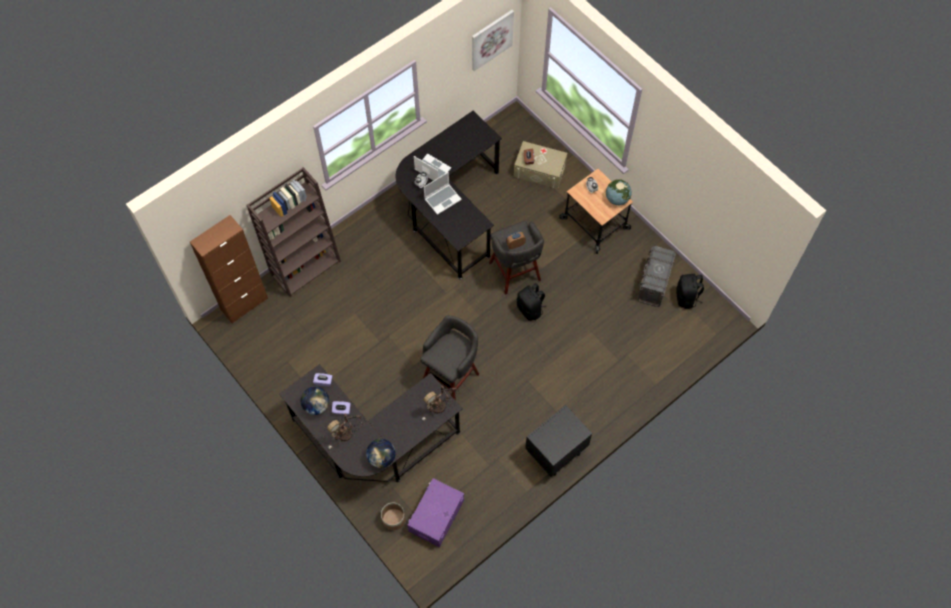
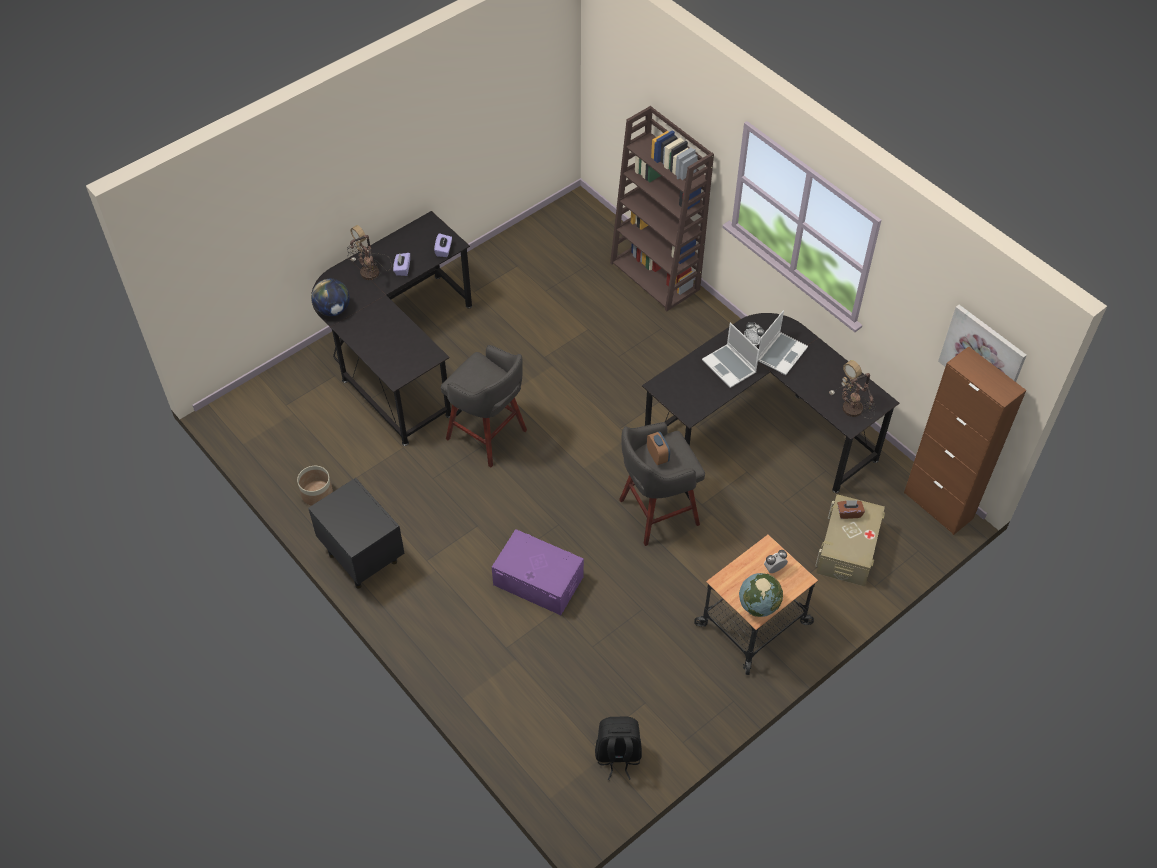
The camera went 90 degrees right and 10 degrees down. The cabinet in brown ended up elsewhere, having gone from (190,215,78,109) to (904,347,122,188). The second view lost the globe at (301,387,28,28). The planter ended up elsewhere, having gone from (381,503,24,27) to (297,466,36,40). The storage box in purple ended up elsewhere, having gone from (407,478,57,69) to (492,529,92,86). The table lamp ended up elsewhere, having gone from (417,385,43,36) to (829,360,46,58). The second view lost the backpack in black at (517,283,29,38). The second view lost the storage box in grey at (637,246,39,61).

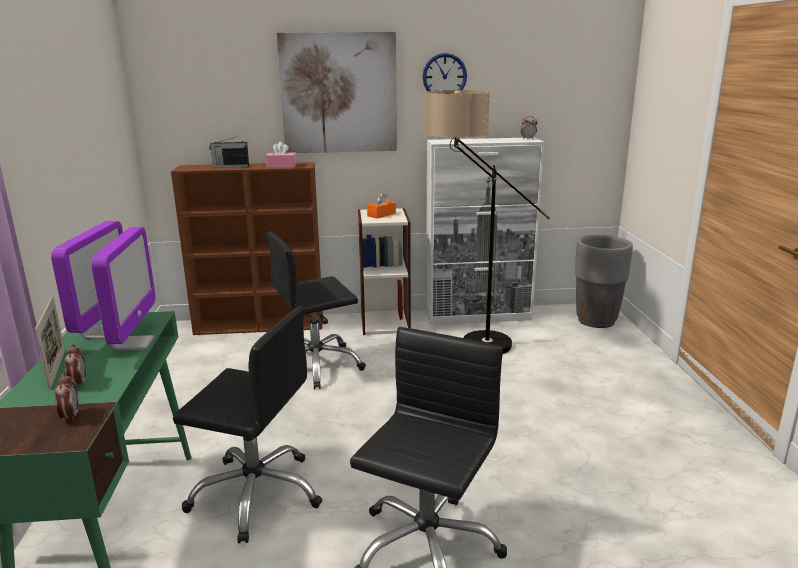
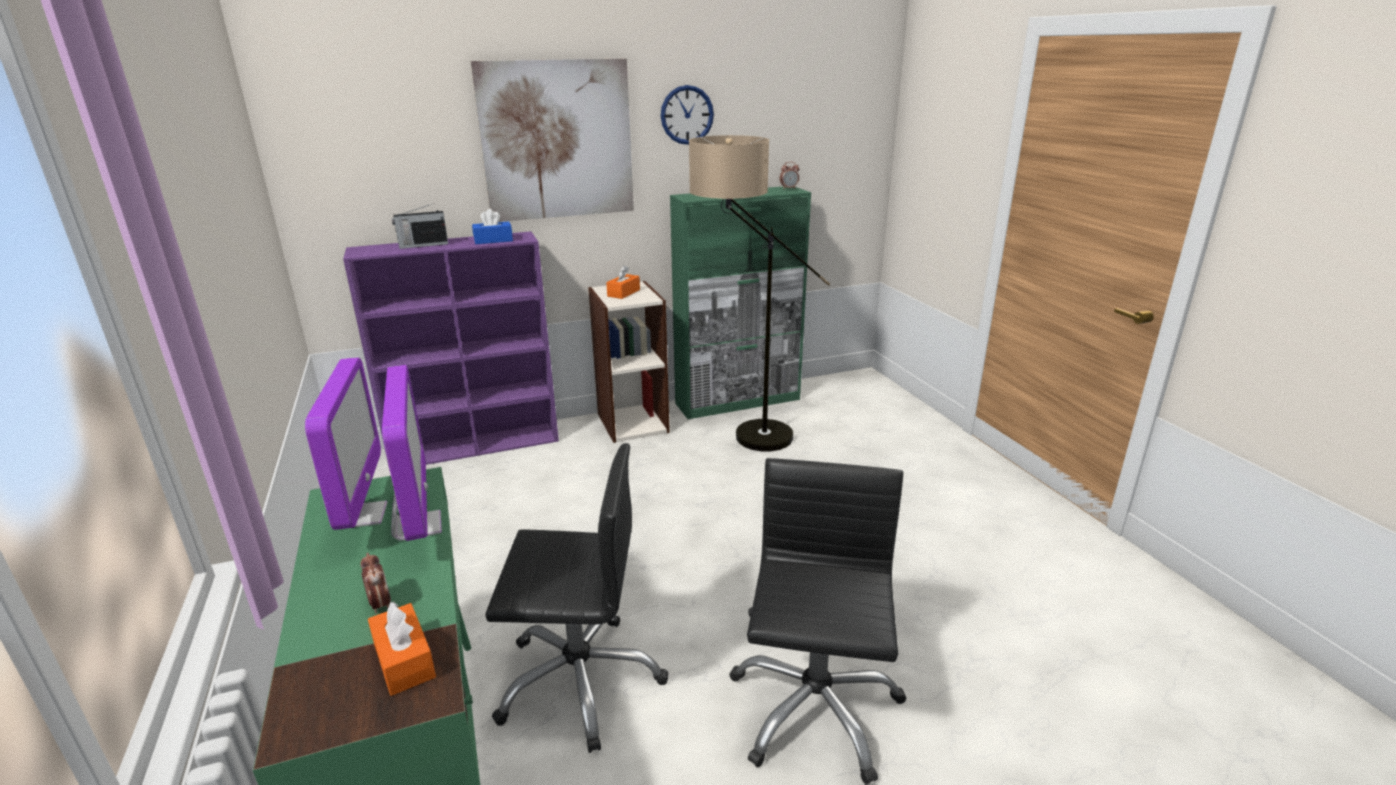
The camera went 15 degrees left and 5 degrees up. The second view lost the picture frame at (35,296,30,94). Where the alarm clock stood at (55,373,24,49), the tissue box in orange came to stand at (368,601,68,95). What was the bookcase in brown at (171,162,152,173) turned into the bookcase in purple at (343,231,216,240). What was the tissue box in pink at (266,142,30,26) turned into the tissue box in blue at (472,209,41,35). The second view lost the office chair in black at (267,232,99,157). What was the cabinet in white at (426,137,119,188) turned into the cabinet in green at (670,186,141,233). The second view lost the planter in grey at (575,235,58,93).

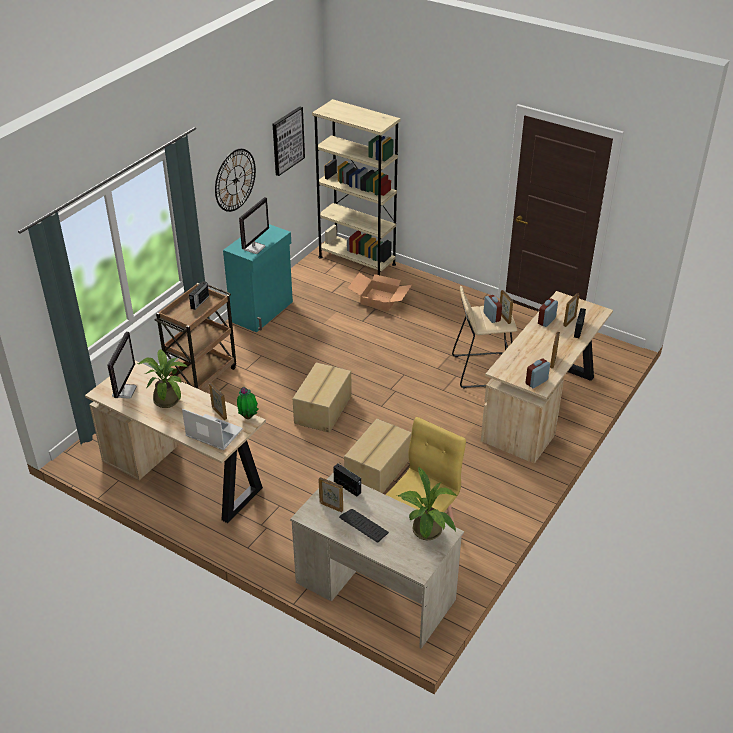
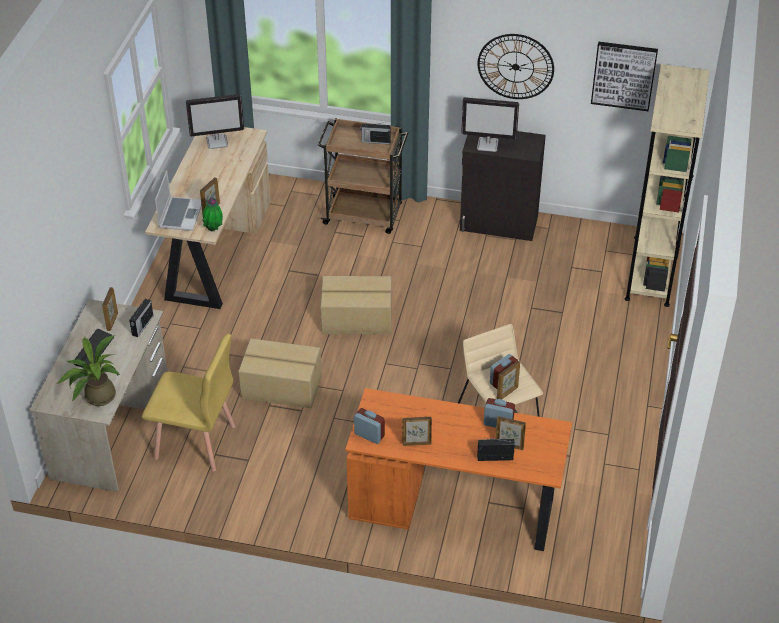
The camera went 70 degrees right and 5 degrees up. The second view lost the potted plant at (138,349,50,59). What was the cabinet in turquoise at (223,224,70,108) turned into the cabinet in black at (460,131,86,110). The second view lost the cardboard box at (348,273,64,38). What was the desk in beige at (481,291,132,173) turned into the desk in orange at (345,388,227,163).

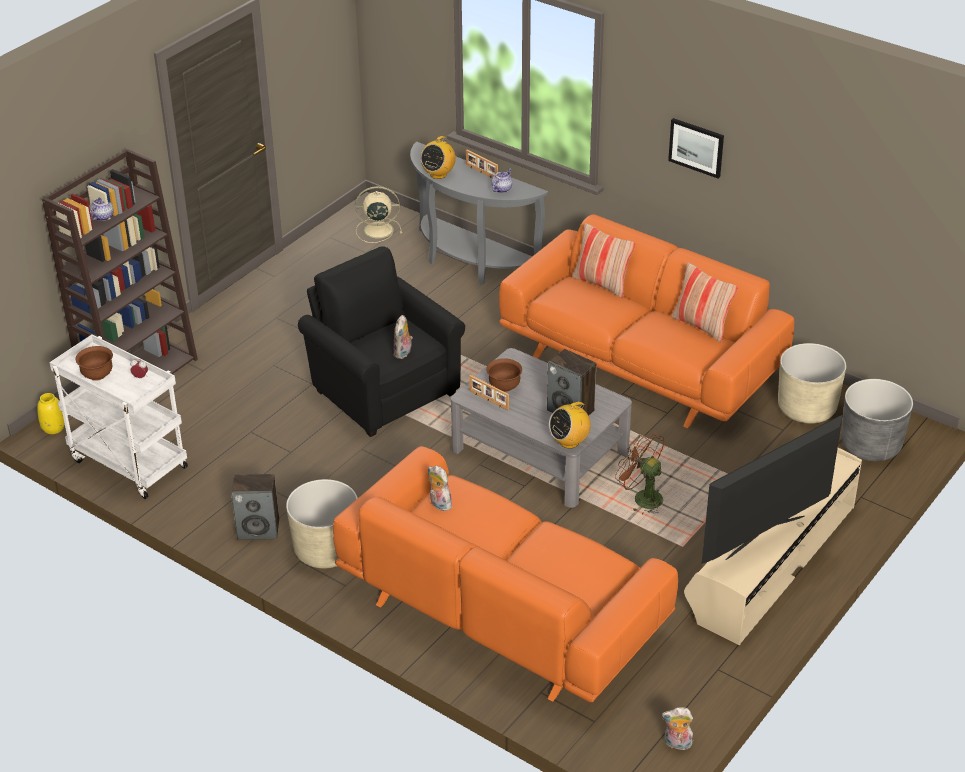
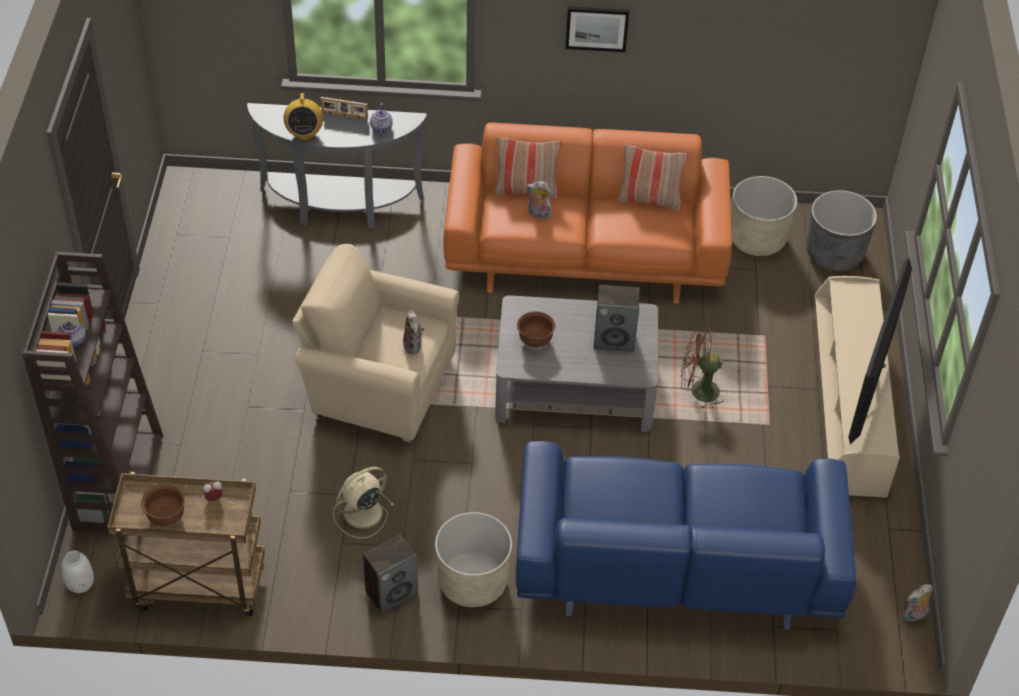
The camera went 35 degrees left and 10 degrees up. What was the vase in yellow at (37,393,28,41) turned into the vase in white at (61,551,33,42). What was the cart in white at (49,334,139,165) turned into the cart in brown at (107,472,158,144). What was the armchair in black at (298,246,167,191) turned into the armchair in beige at (292,244,167,198). What was the sofa in orange at (333,446,345,256) turned into the sofa in blue at (516,441,340,189). The fan in beige ended up elsewhere, having gone from (355,186,47,57) to (333,467,61,71). The plush toy ended up elsewhere, having gone from (428,465,24,46) to (526,181,25,38). The second view lost the picture frame at (469,375,40,35). The second view lost the radio at (549,398,42,51).

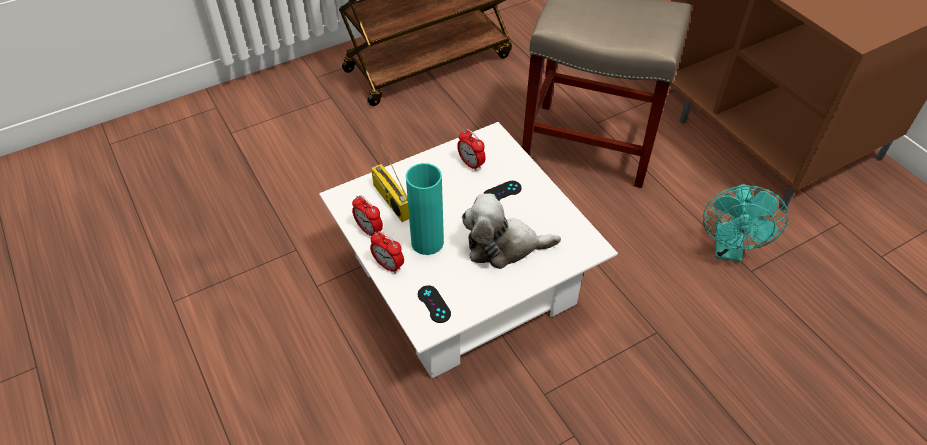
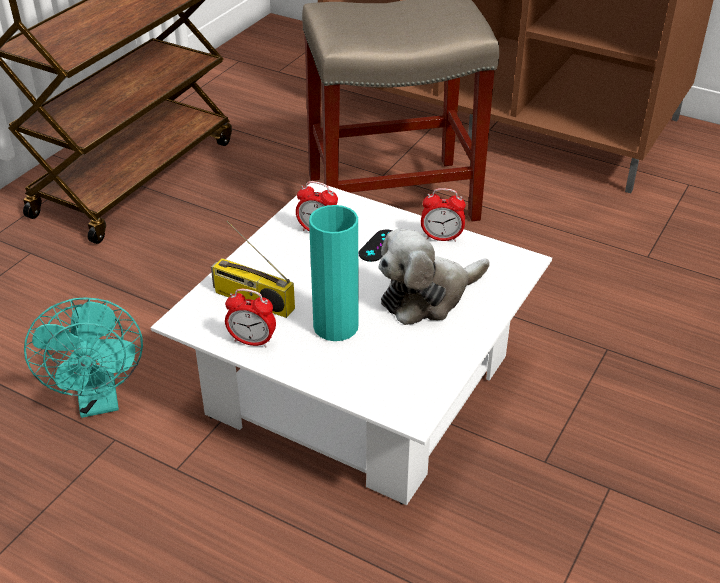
The camera went 30 degrees left and 10 degrees down. The alarm clock ended up elsewhere, having gone from (370,231,34,43) to (421,188,45,54). The second view lost the game controller in black at (418,285,33,38). The fan in turquoise ended up elsewhere, having gone from (703,184,85,78) to (24,297,119,121).

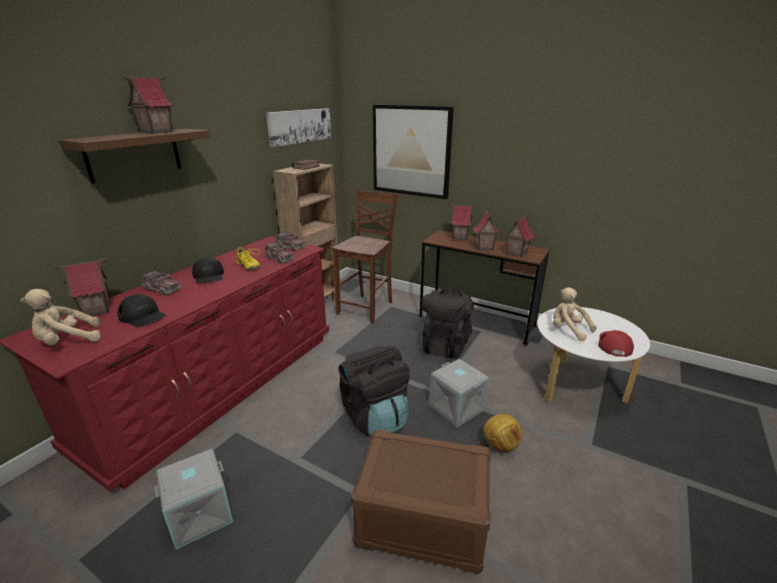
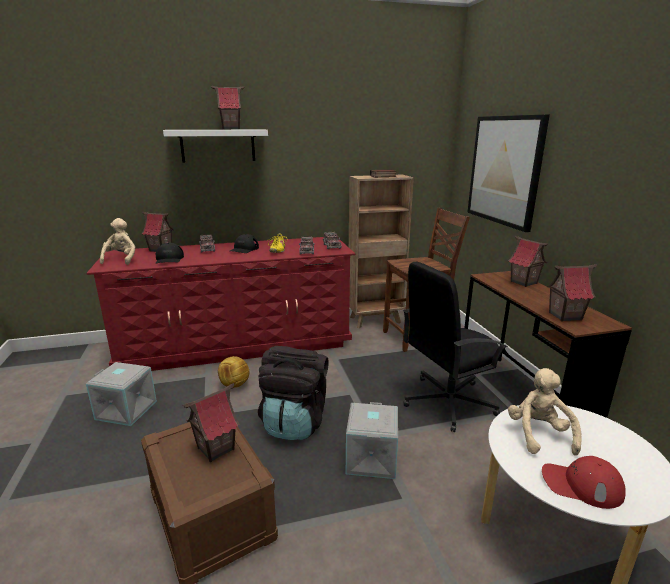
The camera went 45 degrees right and 5 degrees down. The plush toy in beige at (20,289,81,56) ended up facing another way, 75 degrees clockwise from before. What was the shelf in brown at (59,129,151,55) turned into the shelf in white at (163,130,105,32). The second view lost the picture at (266,108,65,39). Where the backpack in black stood at (422,287,52,72), the office chair in black came to stand at (403,262,105,170). The toy house ended up elsewhere, having gone from (473,209,27,42) to (183,383,57,79). The football ended up elsewhere, having gone from (484,414,38,38) to (218,356,31,32). The cap in red at (598,330,36,27) ended up facing another way, 135 degrees counterclockwise from before.

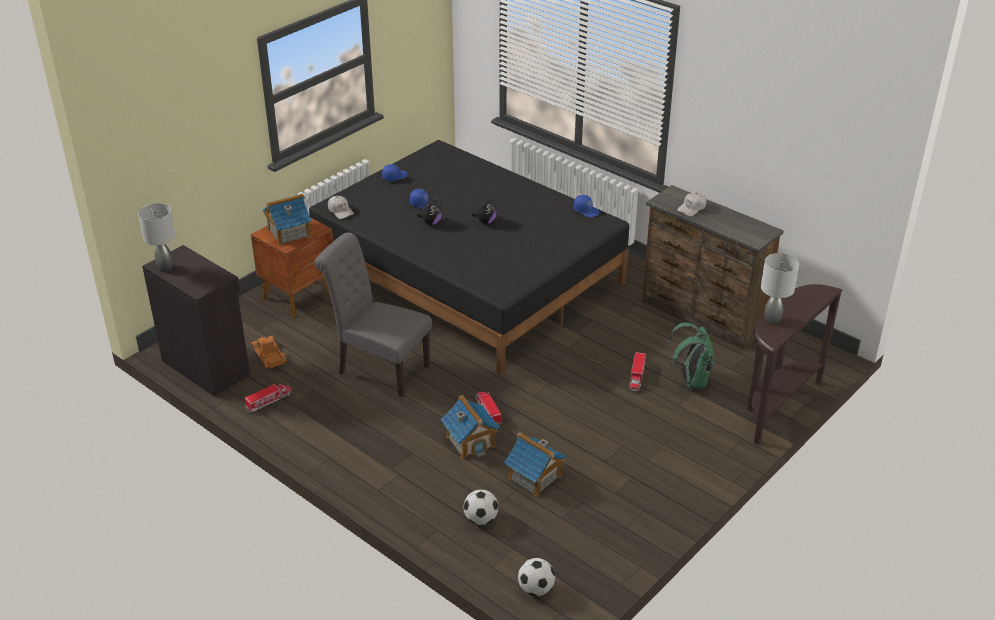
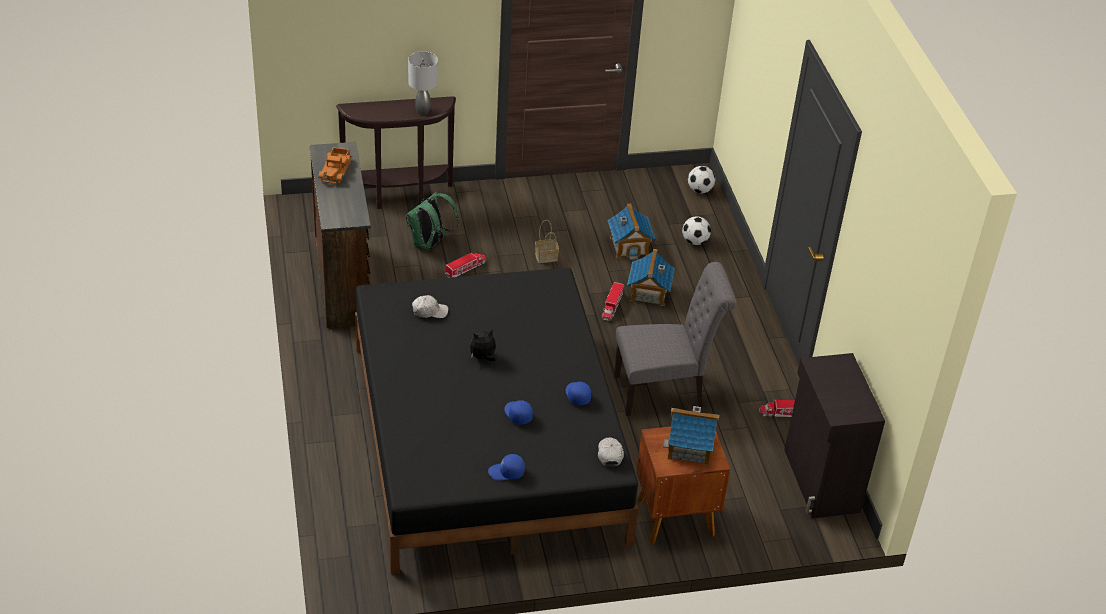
The camera went 145 degrees left and 5 degrees up. The second view lost the table lamp in grey at (138,203,38,69). The toy truck ended up elsewhere, having gone from (251,336,36,32) to (318,147,33,37). The chair in grey at (314,232,118,165) ended up facing another way, 75 degrees counterclockwise from before. The second view lost the plush toy at (417,196,25,29). The cap in blue ended up elsewhere, having gone from (573,195,27,22) to (566,382,25,23). The cap in white ended up elsewhere, having gone from (677,192,30,24) to (412,295,36,23). The second view gained the basket at (535,220,24,43).

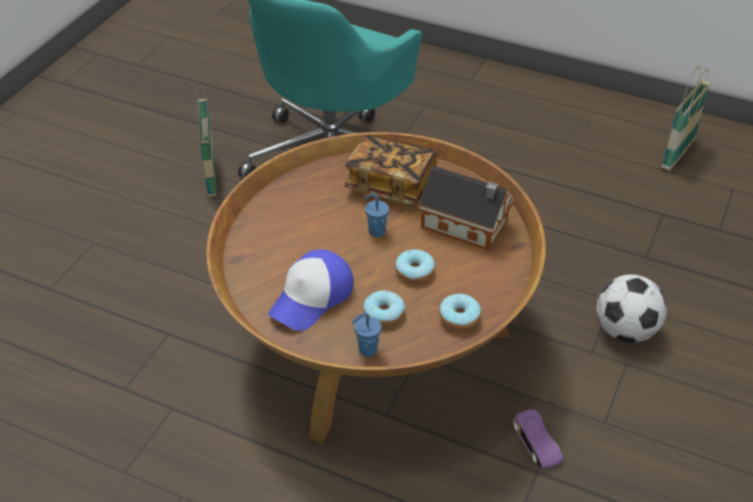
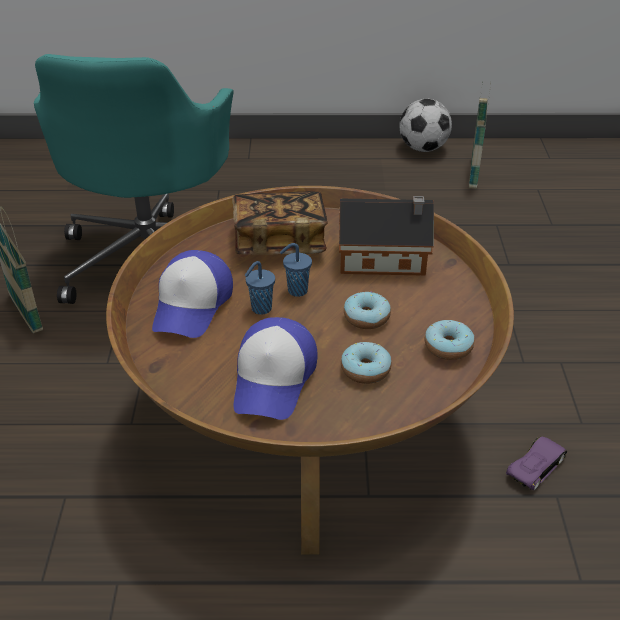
The camera went 25 degrees left and 5 degrees down. The cup in blue ended up elsewhere, having gone from (351,313,31,44) to (245,261,30,54). The toy car in purple at (513,409,51,59) ended up facing another way, 90 degrees counterclockwise from before. The football ended up elsewhere, having gone from (597,274,70,69) to (399,99,53,53). The second view gained the cap at (152,250,81,88).

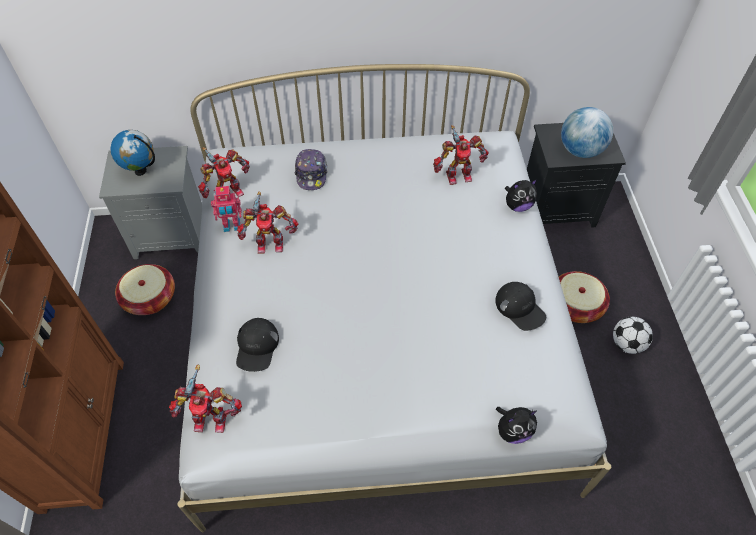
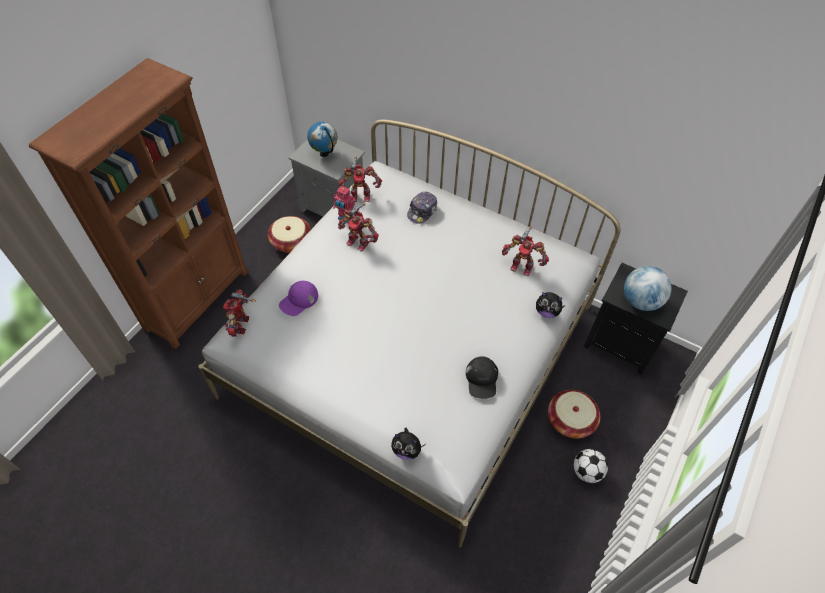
The camera went 35 degrees right and 0 degrees up. The toy robot at (169,365,73,68) ended up facing another way, 60 degrees clockwise from before. What was the cap in black at (236,318,43,54) turned into the cap in purple at (279,281,39,35).

